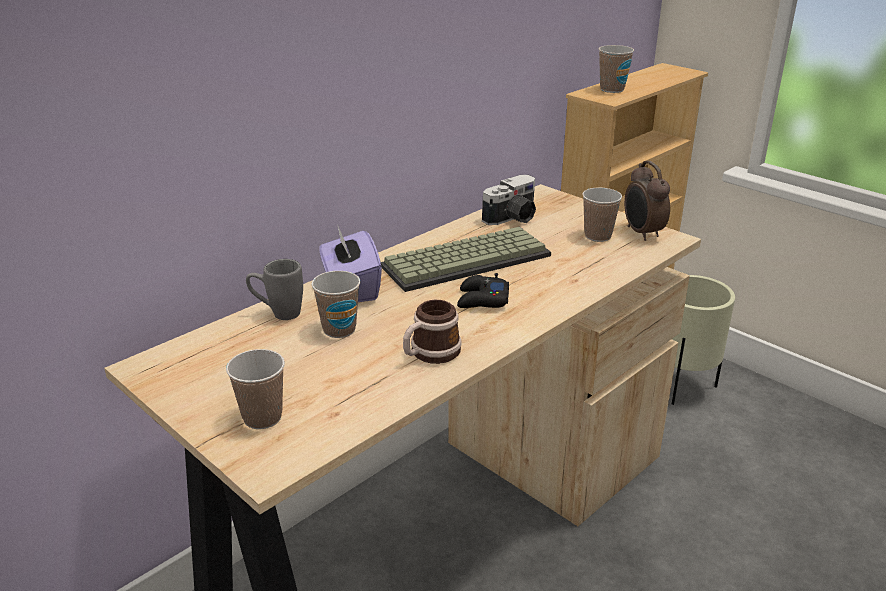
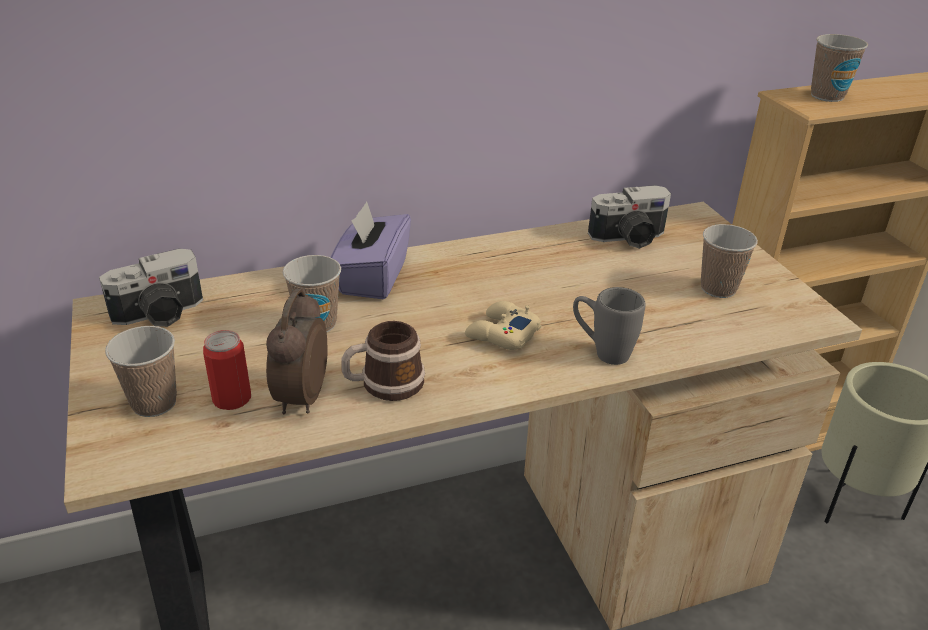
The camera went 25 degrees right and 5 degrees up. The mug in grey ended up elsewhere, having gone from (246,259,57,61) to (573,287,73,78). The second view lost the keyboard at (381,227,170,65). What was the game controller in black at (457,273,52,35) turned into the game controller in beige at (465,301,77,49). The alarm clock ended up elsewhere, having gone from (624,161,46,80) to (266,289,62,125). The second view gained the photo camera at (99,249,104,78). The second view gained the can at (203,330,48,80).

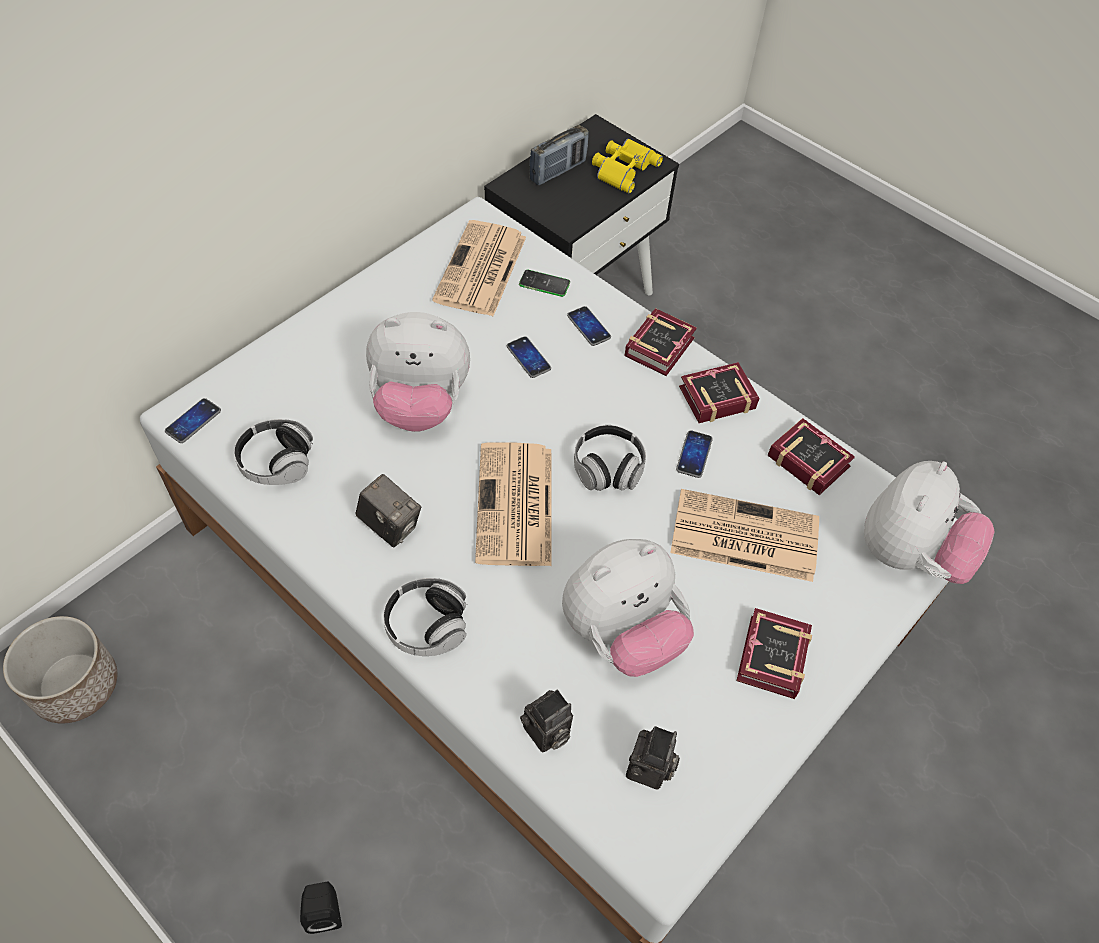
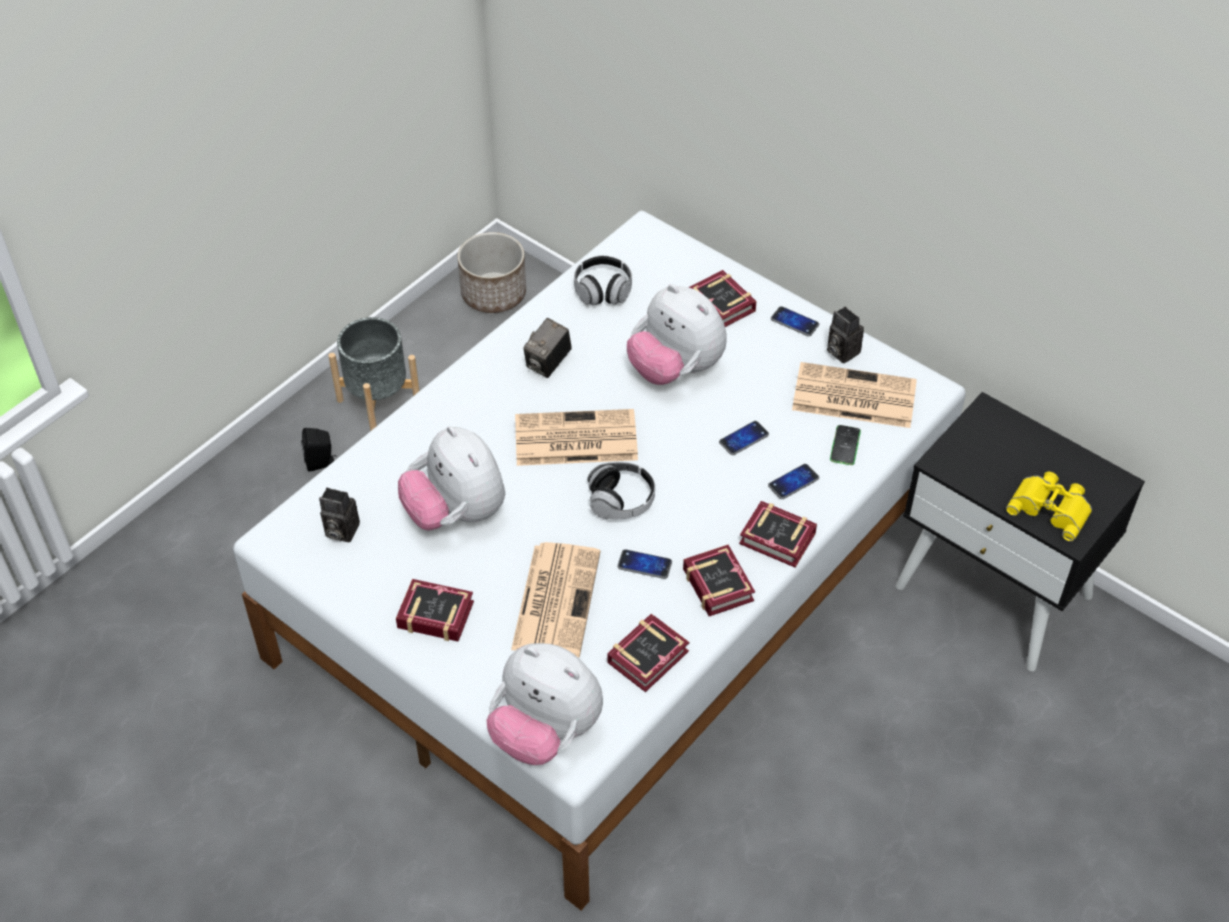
The camera went 90 degrees right and 5 degrees down. The phone ended up elsewhere, having gone from (165,398,56,45) to (771,306,48,30). The plush toy at (366,312,104,120) ended up facing another way, 45 degrees counterclockwise from before. The second view lost the headphones at (383,578,85,78). The photo camera ended up elsewhere, having gone from (520,690,53,63) to (827,307,37,57). The second view lost the radio at (529,125,60,61). The second view gained the planter in grey at (328,317,92,114). The second view gained the book at (689,270,67,57).

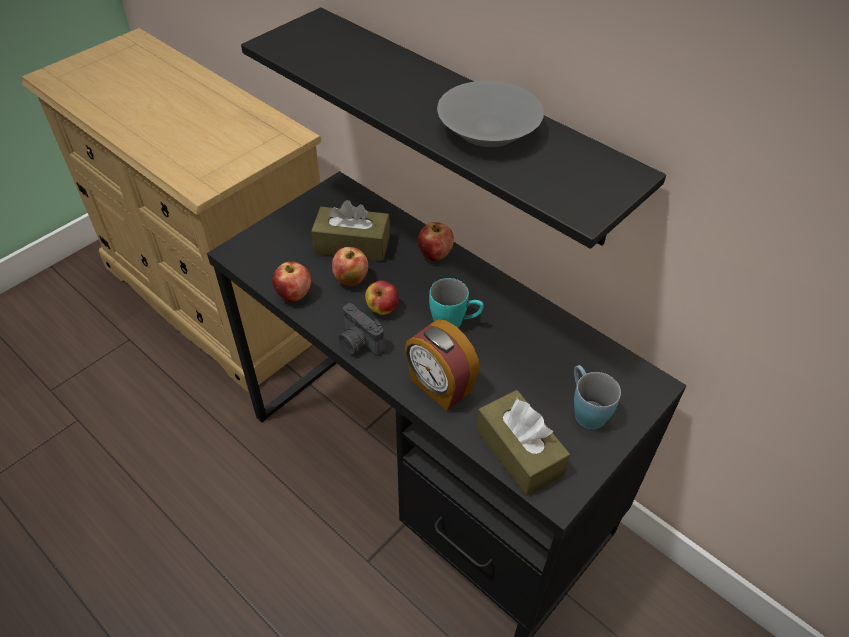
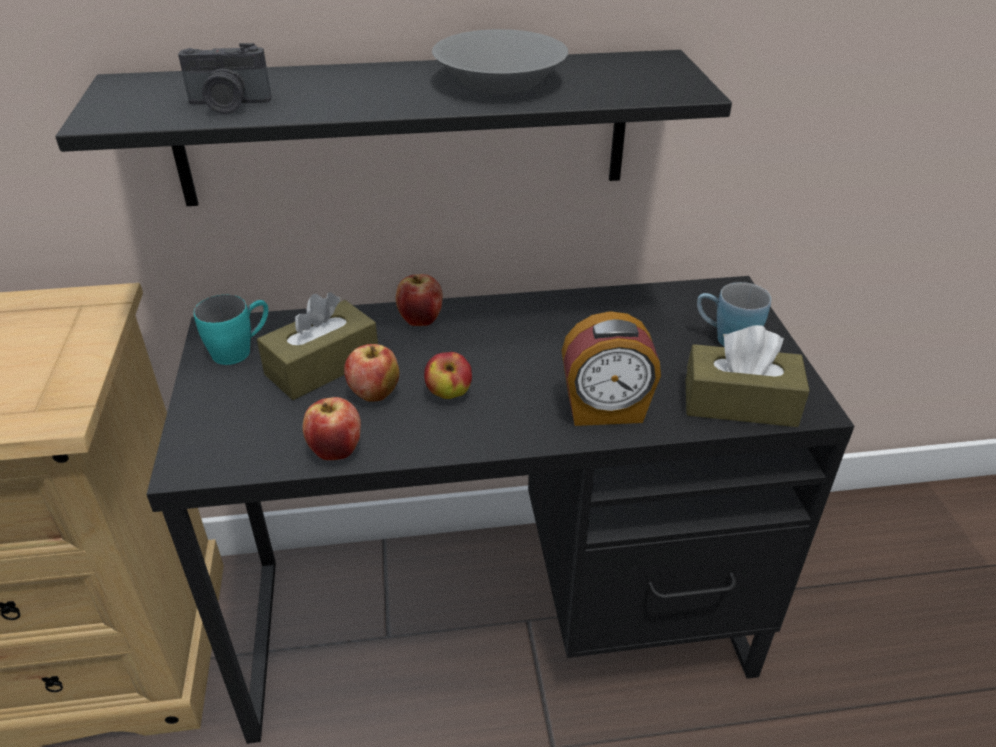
The camera went 50 degrees left and 10 degrees down. The photo camera ended up elsewhere, having gone from (338,303,47,53) to (178,43,94,71). The mug in turquoise ended up elsewhere, having gone from (429,278,55,50) to (194,295,74,70).

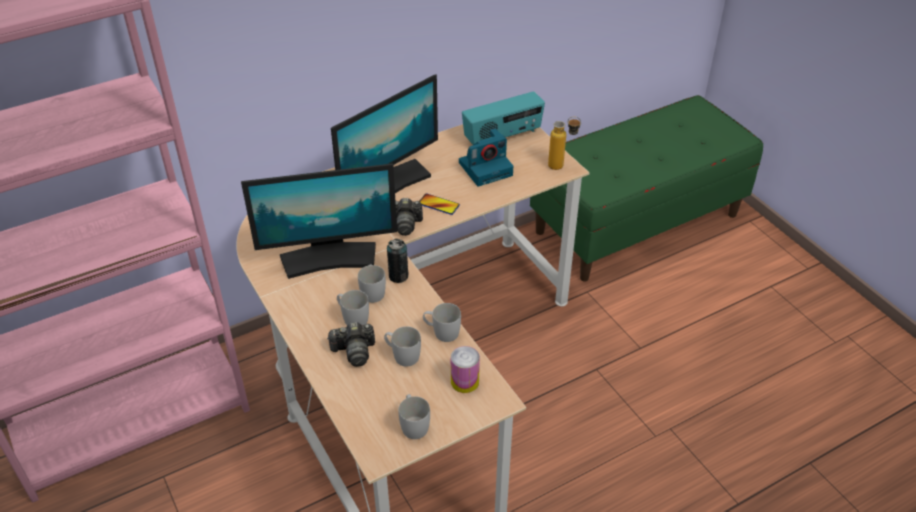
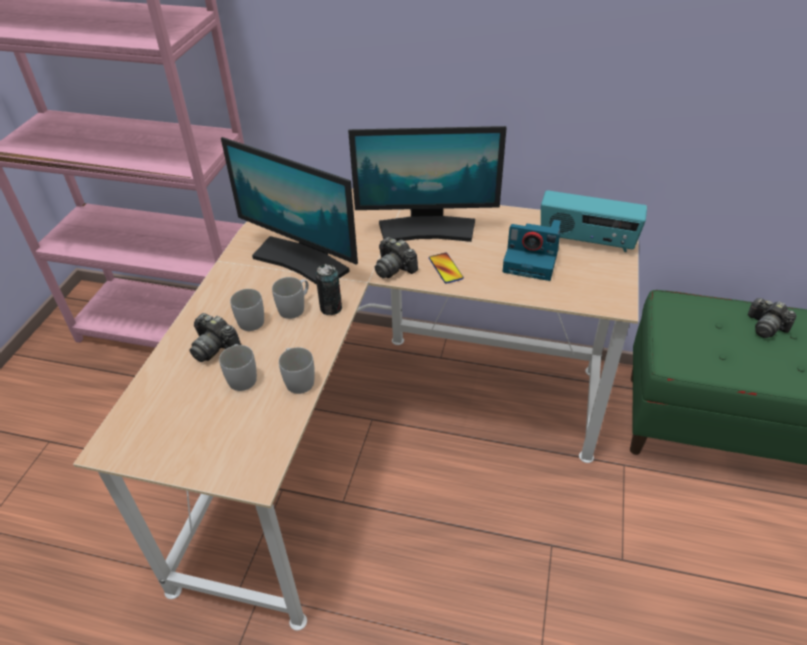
The camera went 45 degrees right and 0 degrees up. The second view lost the mug in white at (398,394,32,45). The second view lost the can at (451,346,29,47). The second view lost the bottle at (548,116,33,54). The second view gained the photo camera at (748,298,48,40).

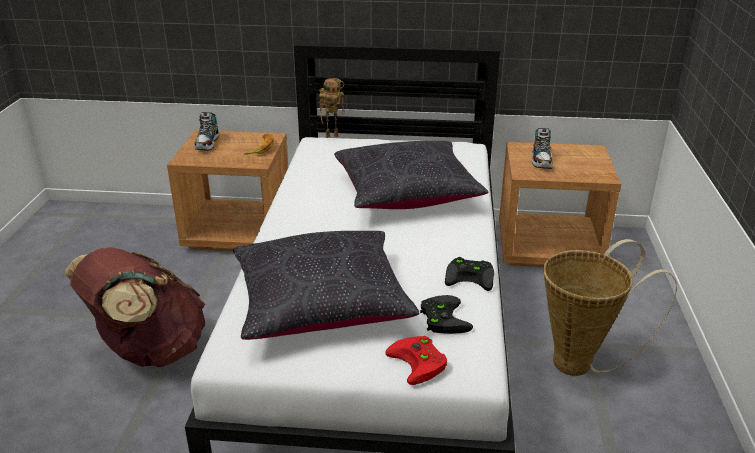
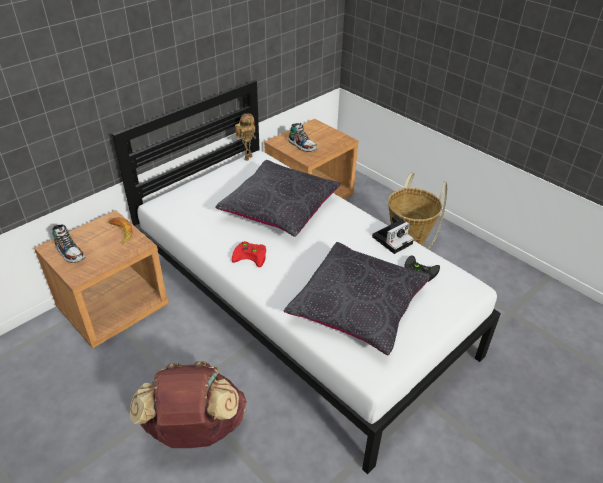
The camera went 50 degrees left and 10 degrees up. The toy robot ended up elsewhere, having gone from (319,78,26,60) to (235,114,21,47). The game controller in red ended up elsewhere, having gone from (385,336,62,49) to (232,241,34,26). Where the game controller in black stood at (445,257,49,34), the photo camera came to stand at (372,215,42,39).

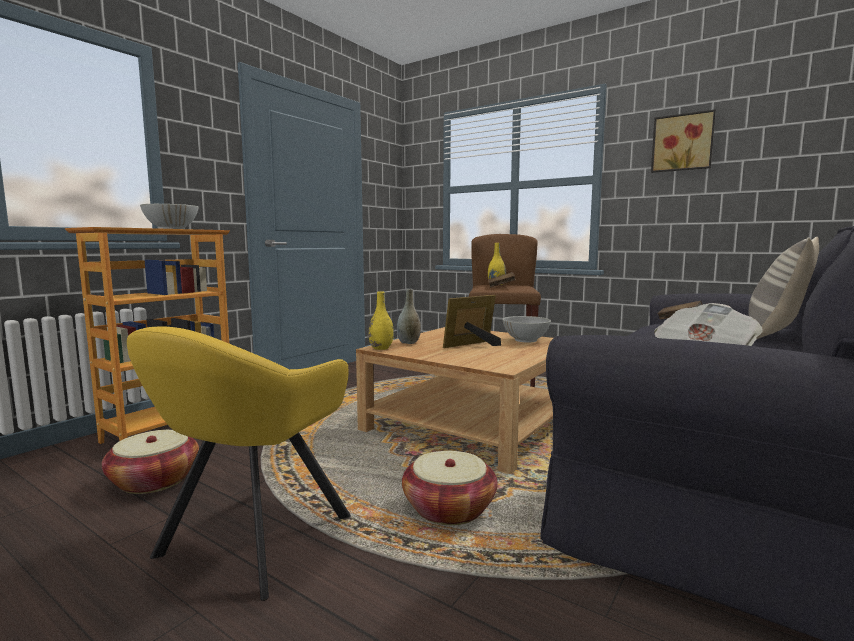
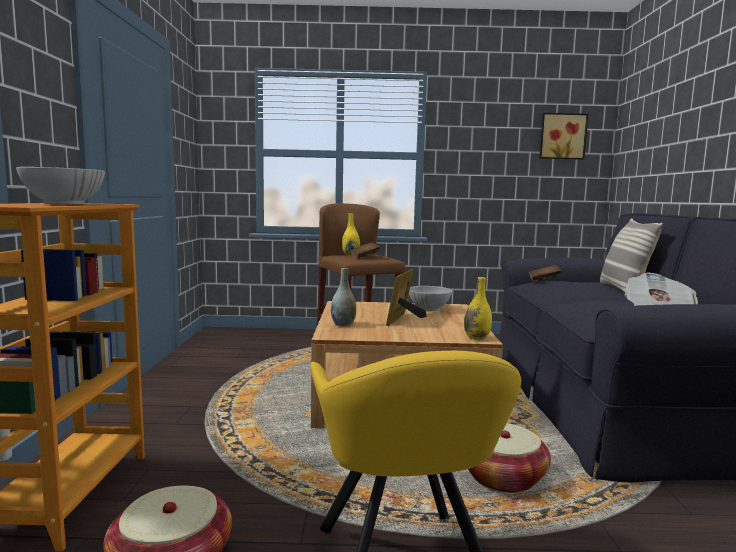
The camera went 35 degrees left and 0 degrees up. The vase in yellow ended up elsewhere, having gone from (368,291,26,59) to (464,277,28,63). The picture ended up elsewhere, having gone from (651,110,65,63) to (539,113,49,47).

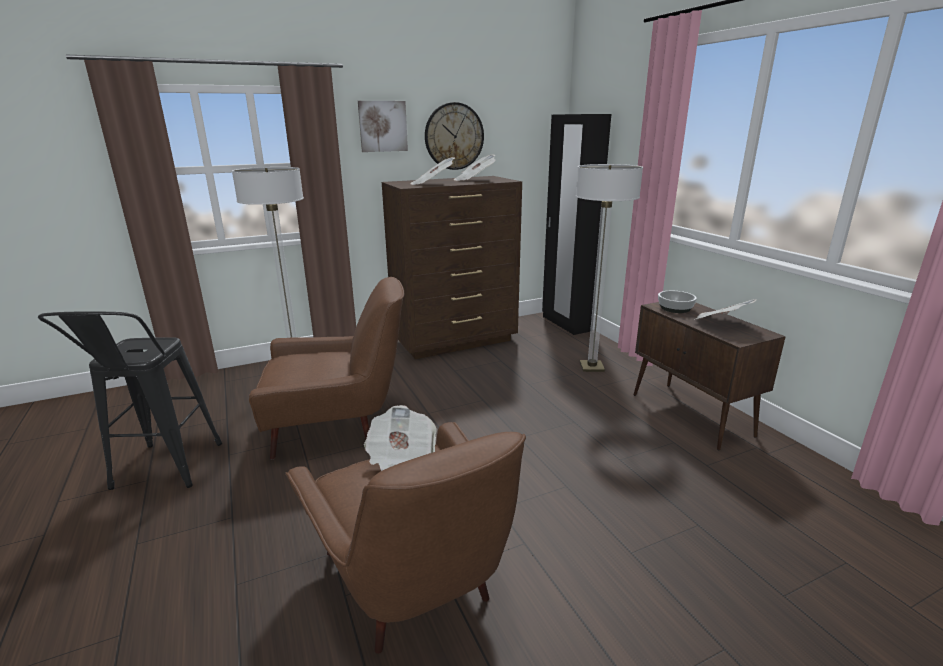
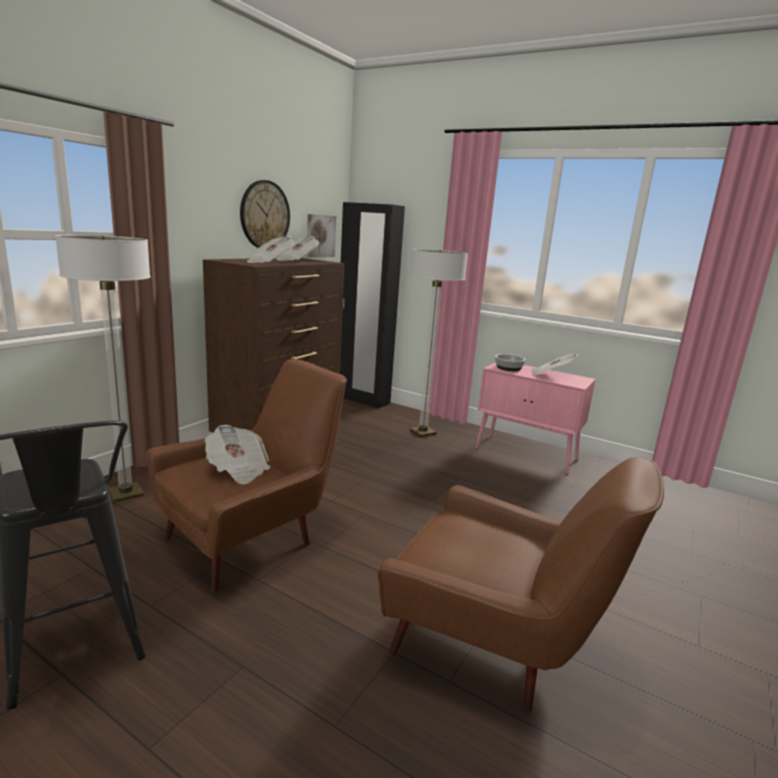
The camera went 35 degrees left and 5 degrees down. The picture ended up elsewhere, having gone from (358,101,50,51) to (307,214,29,43). The newspaper ended up elsewhere, having gone from (364,405,73,66) to (205,425,65,59). What was the cabinet in brown at (633,302,153,148) turned into the cabinet in pink at (476,362,120,112).

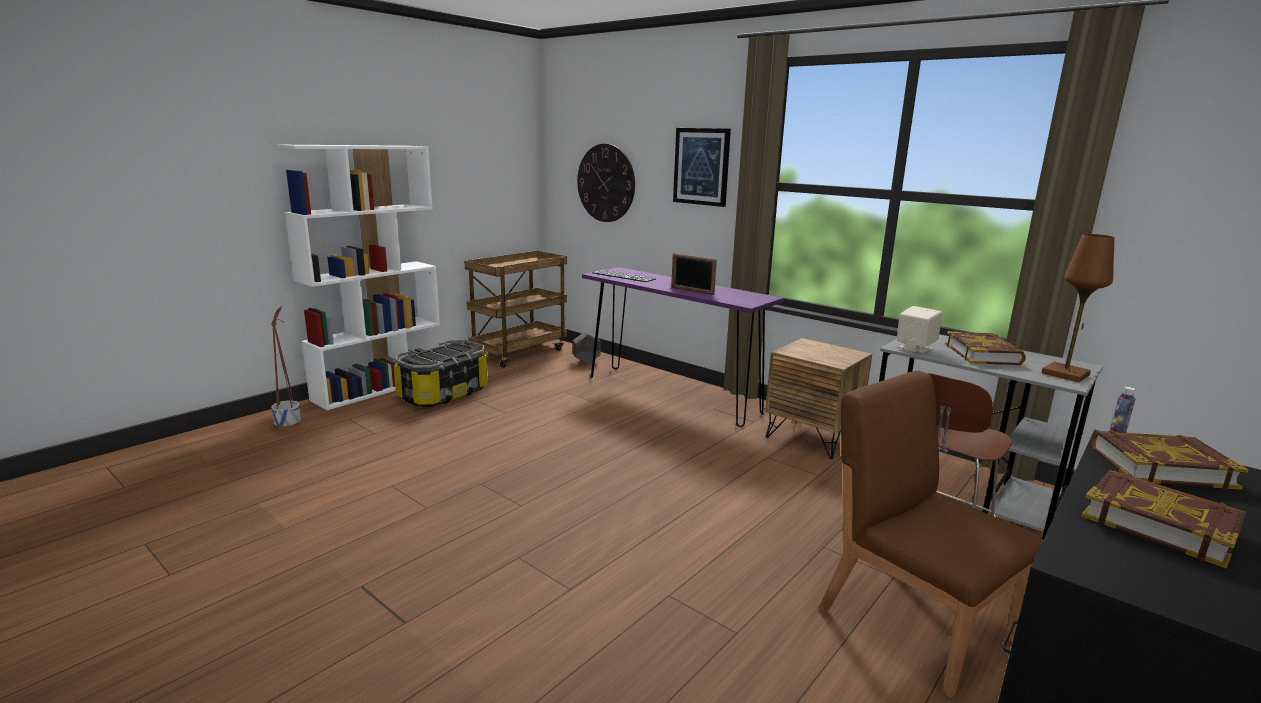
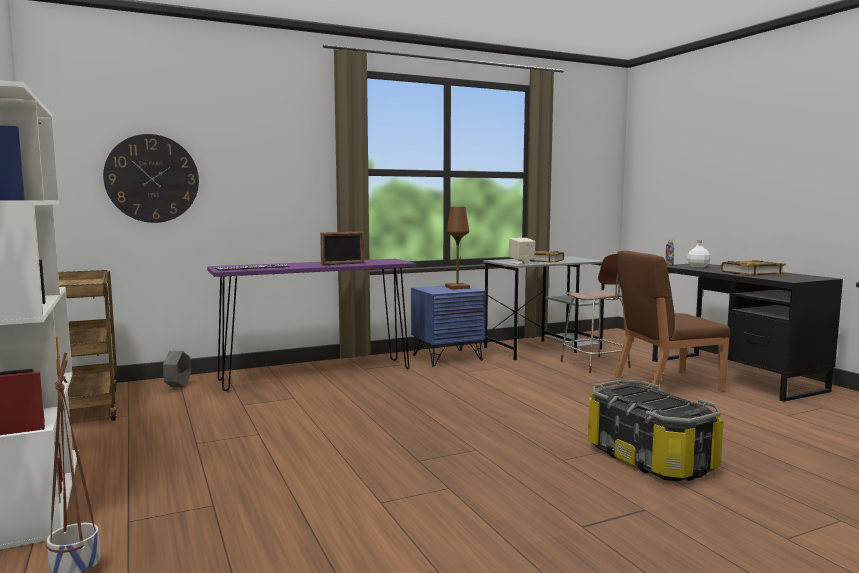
The camera went 65 degrees left and 10 degrees down. The storage box ended up elsewhere, having gone from (393,340,95,67) to (588,380,136,101). The second view lost the picture at (673,128,58,79). What was the nightstand in brown at (765,338,107,121) turned into the nightstand in blue at (411,285,75,82). The table lamp in brown ended up elsewhere, having gone from (1041,234,74,148) to (445,207,25,82). Where the book stood at (1091,430,158,60), the bottle in white came to stand at (687,240,23,27).

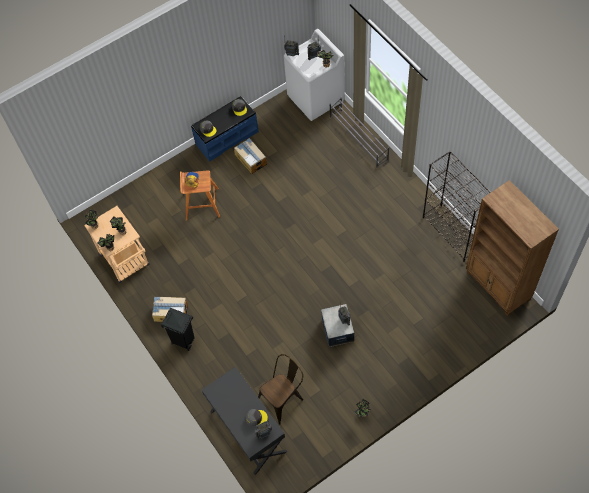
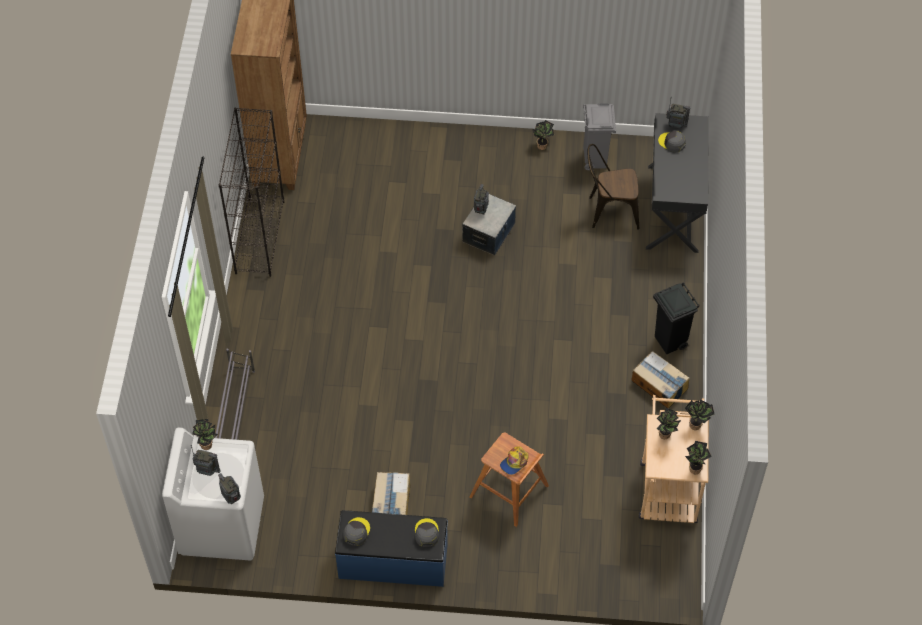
The camera went 145 degrees left and 5 degrees down. The second view gained the trash can in grey at (583,103,33,67).

